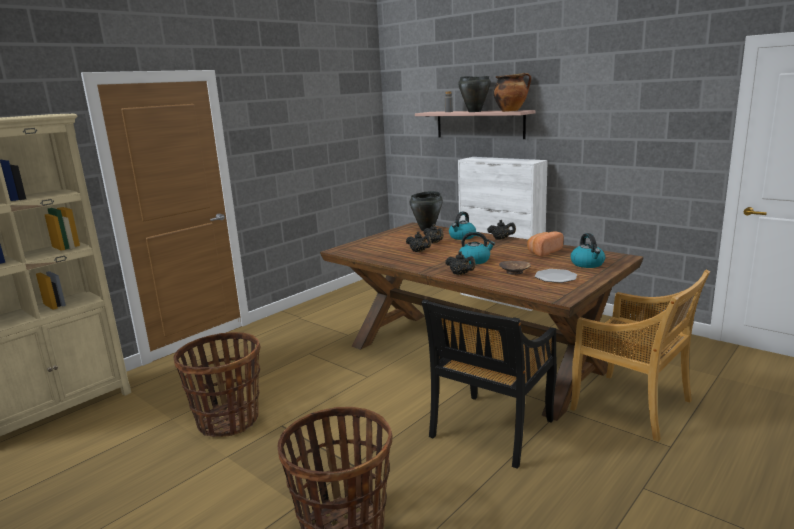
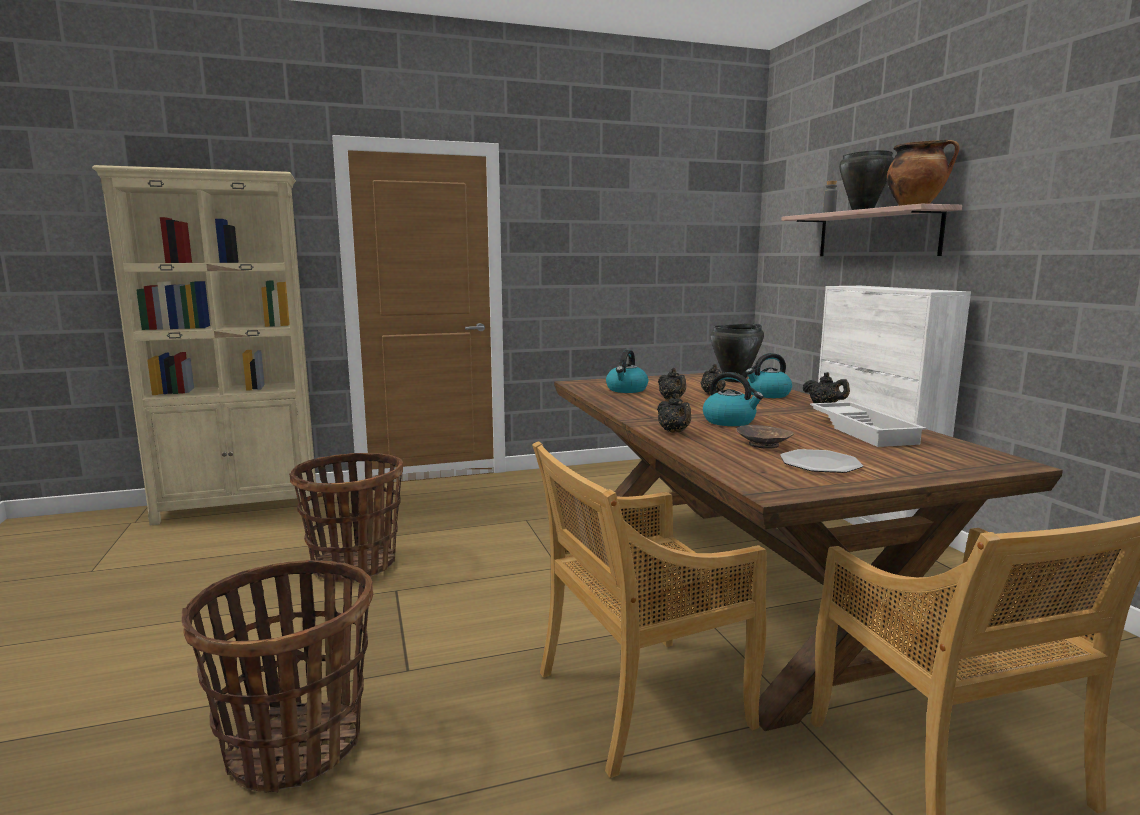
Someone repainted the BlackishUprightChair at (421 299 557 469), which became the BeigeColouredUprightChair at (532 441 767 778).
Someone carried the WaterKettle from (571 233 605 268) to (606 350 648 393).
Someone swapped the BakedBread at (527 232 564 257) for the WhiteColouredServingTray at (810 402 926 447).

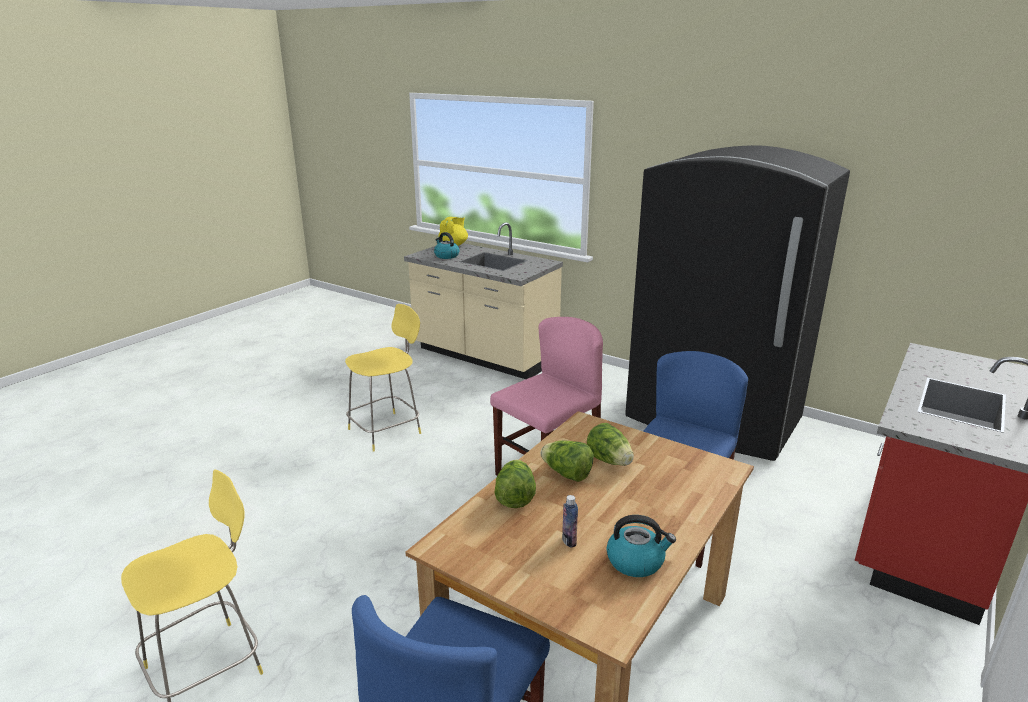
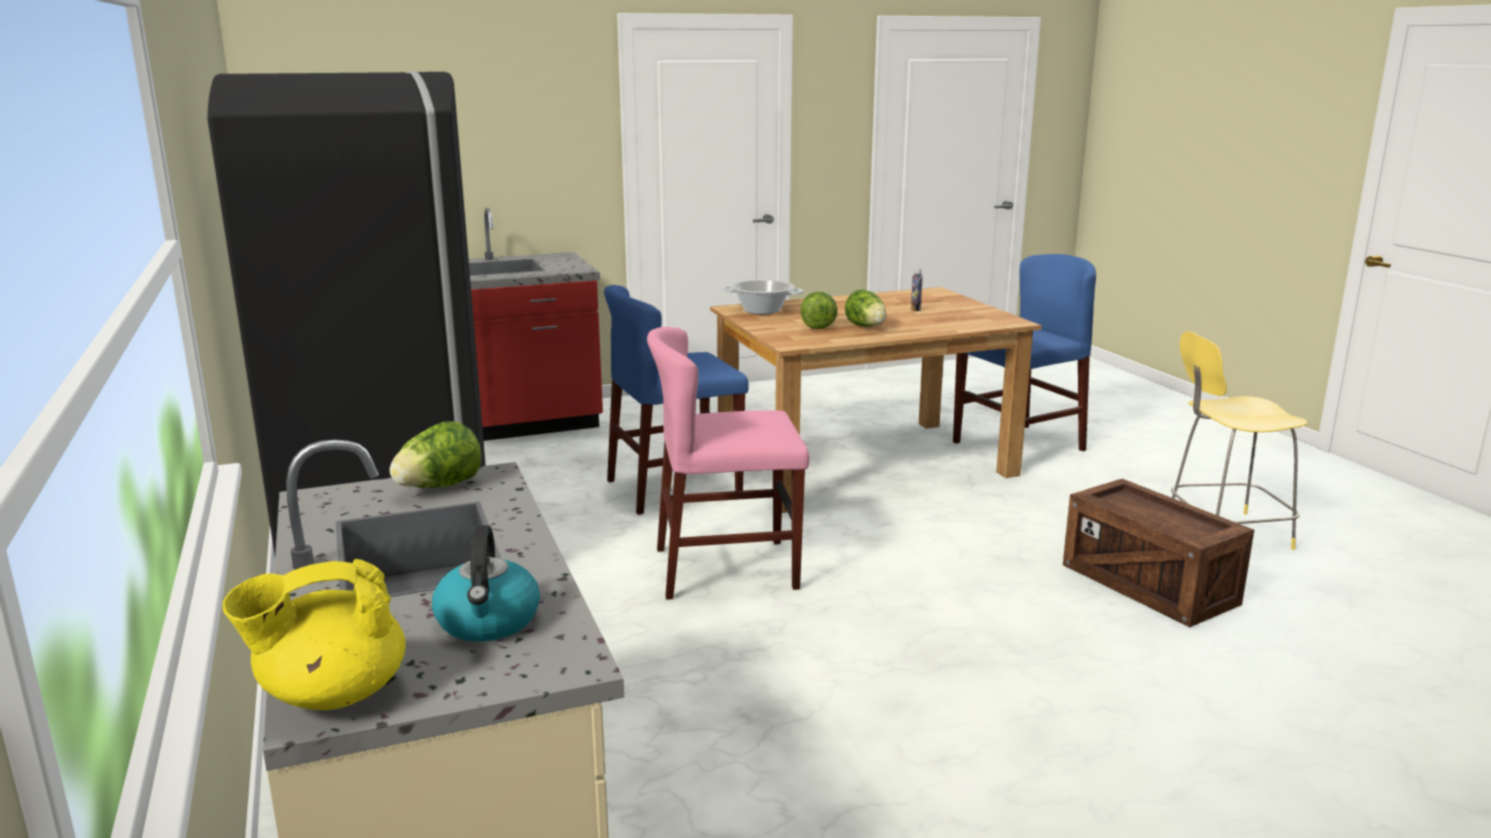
Someone carried the HeadOfLettuce from (494 459 536 508) to (390 421 482 488).
Someone put down the Saucepot at (721 279 804 315).
Someone put down the Crate at (1063 479 1254 627).
Someone took away the YellowColouredStool at (345 304 421 452).
Someone took away the WaterKettle at (607 515 676 577).

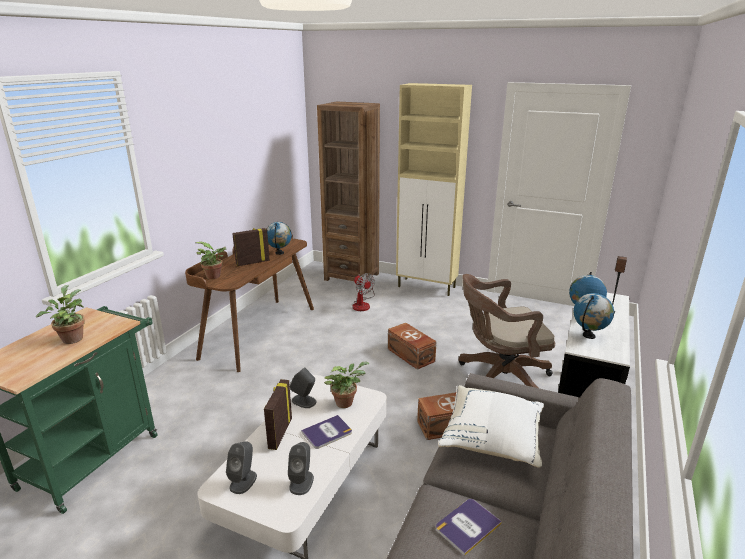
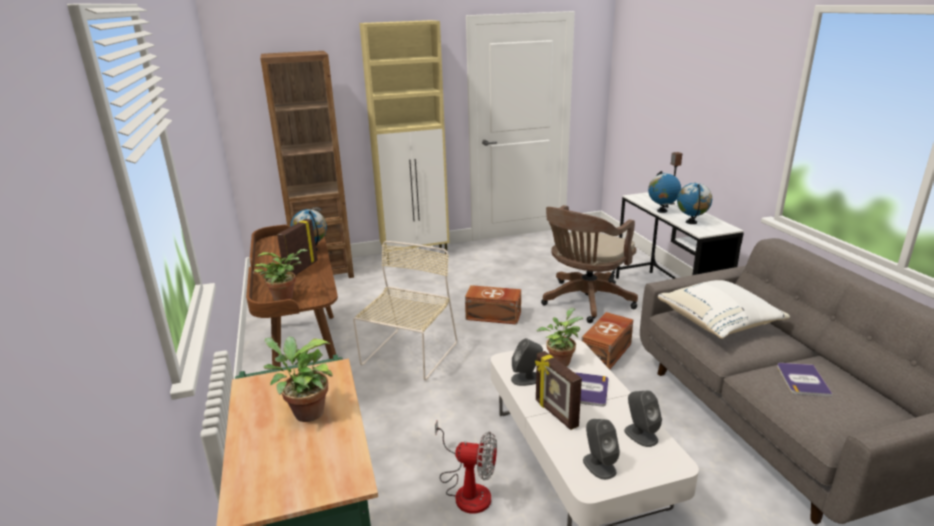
Someone put down the BeigeColouredUprightChair at (353 241 457 380).
Someone carried the Fan from (353 273 375 311) to (435 420 497 514).

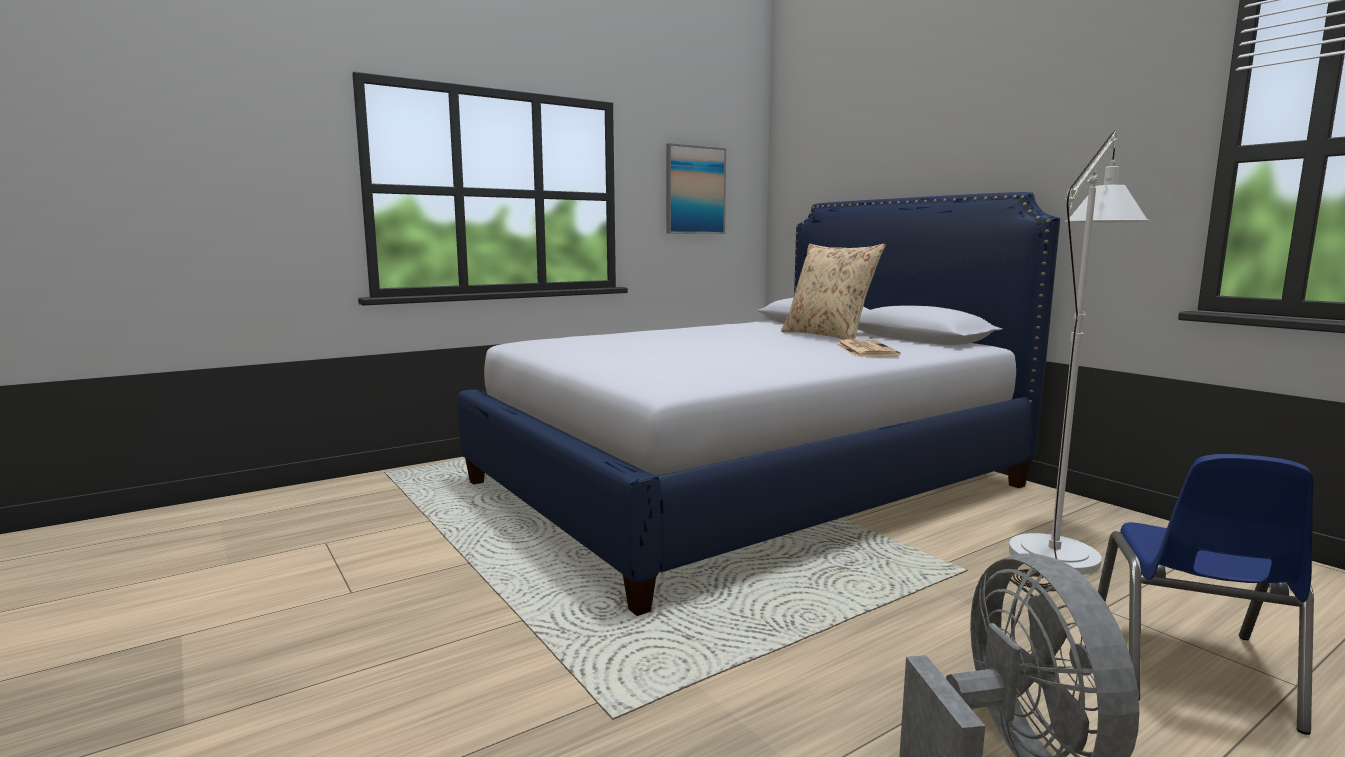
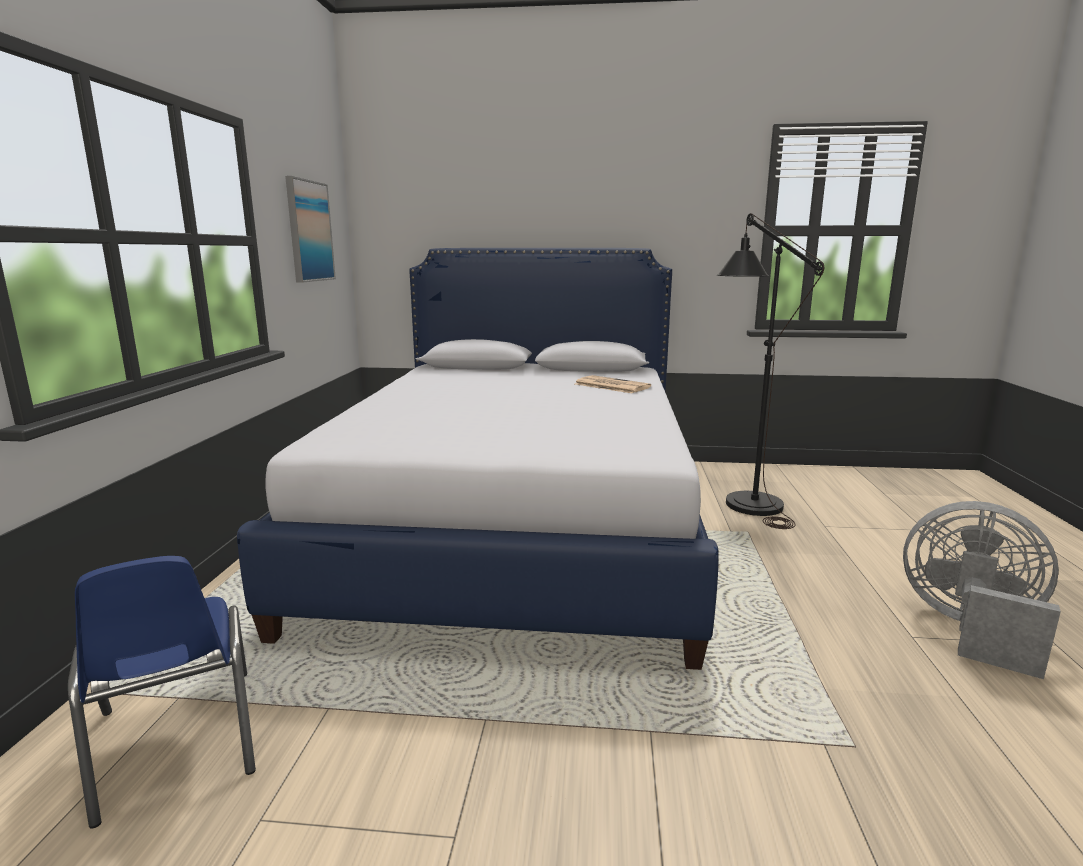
Someone carried the BluishUprightChair from (1098 454 1314 735) to (68 556 256 828).
Someone repainted the WhiteColouredFloorLamp at (1009 130 1150 591), which became the BlackishFloorLamp at (717 213 824 529).
Someone took away the BeigeColouredThrowPillow at (781 244 885 340).

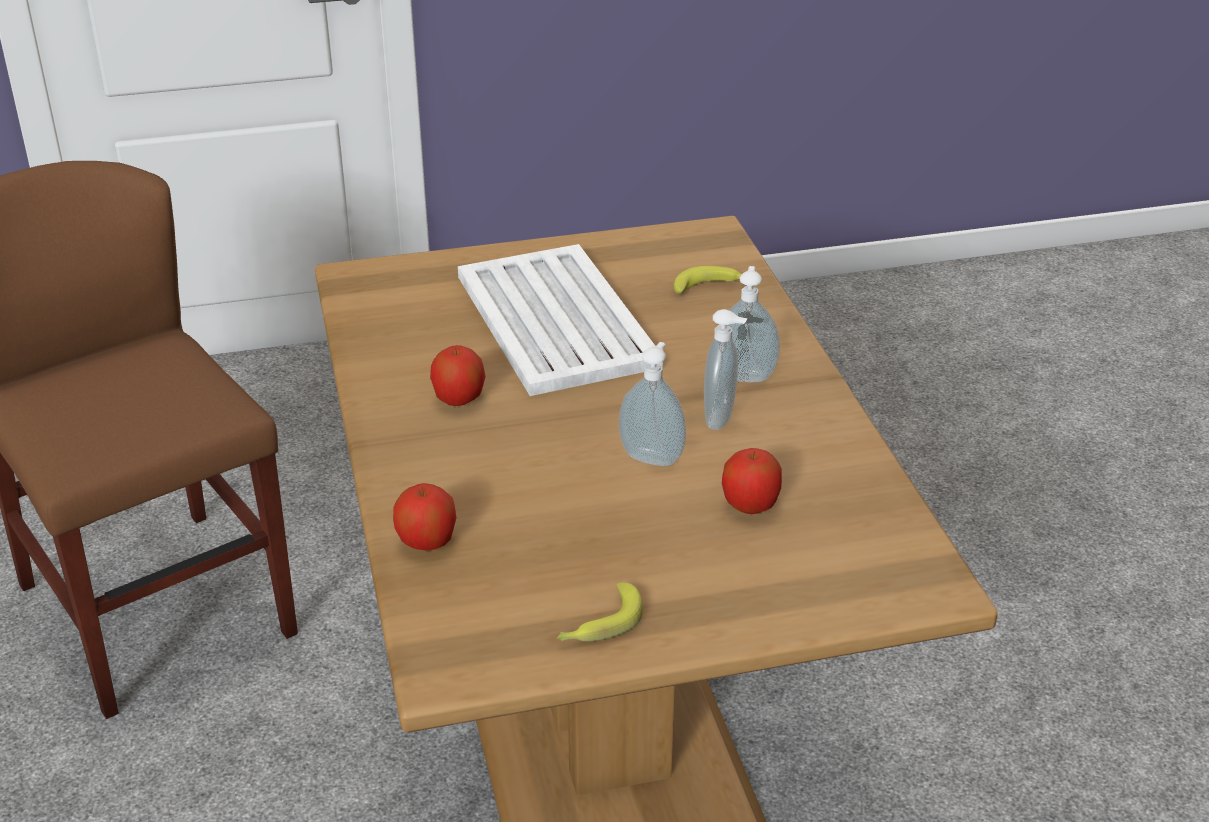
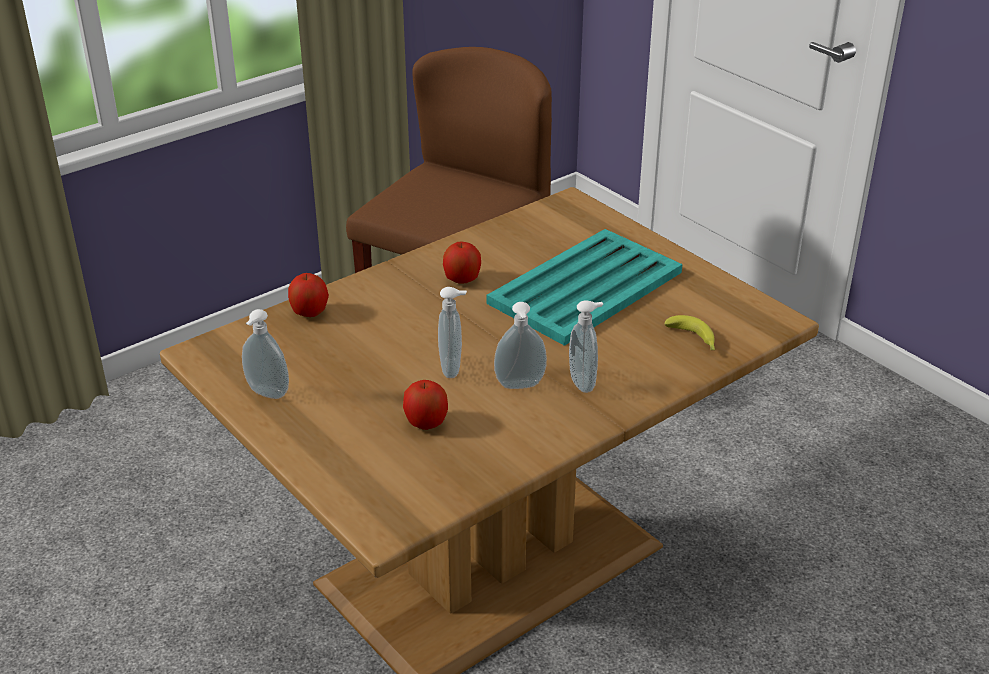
Someone swapped the WholeBanana at (557 582 643 641) for the SoapDispenser at (242 309 289 399).
Someone repainted the WhiteColouredServingTray at (458 244 663 396), which became the TurquoiseColouredServingTray at (486 229 682 346).

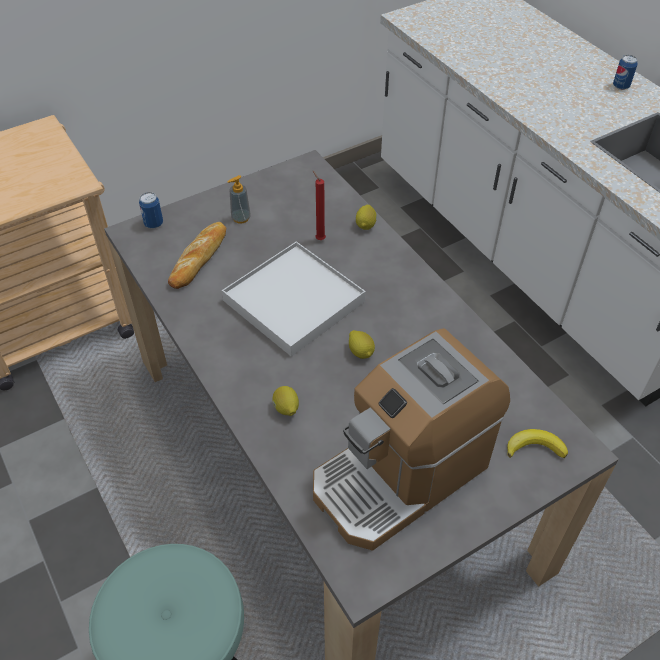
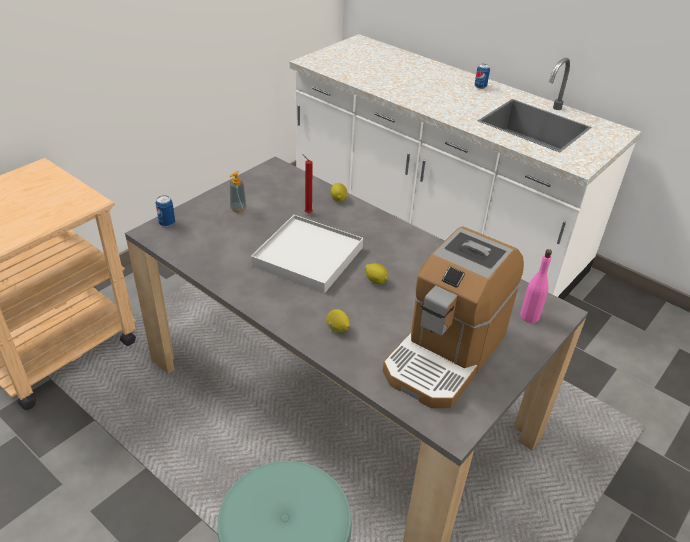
Someone swapped the WholeBanana at (507 429 568 458) for the PinkBeverageBottle at (520 249 552 323).
Someone took away the BakedBread at (168 222 226 289).

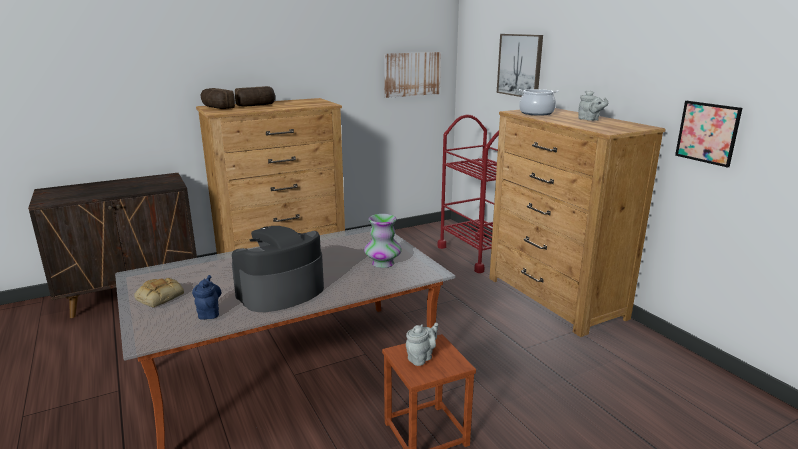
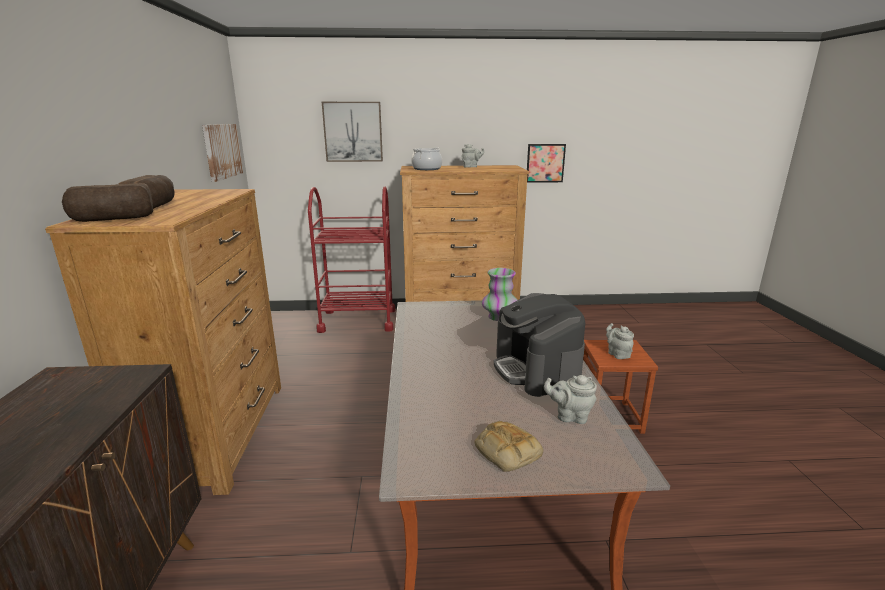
Someone repainted the BluishTeapot at (192 275 222 320), which became the GreyTeapot at (544 375 597 424).

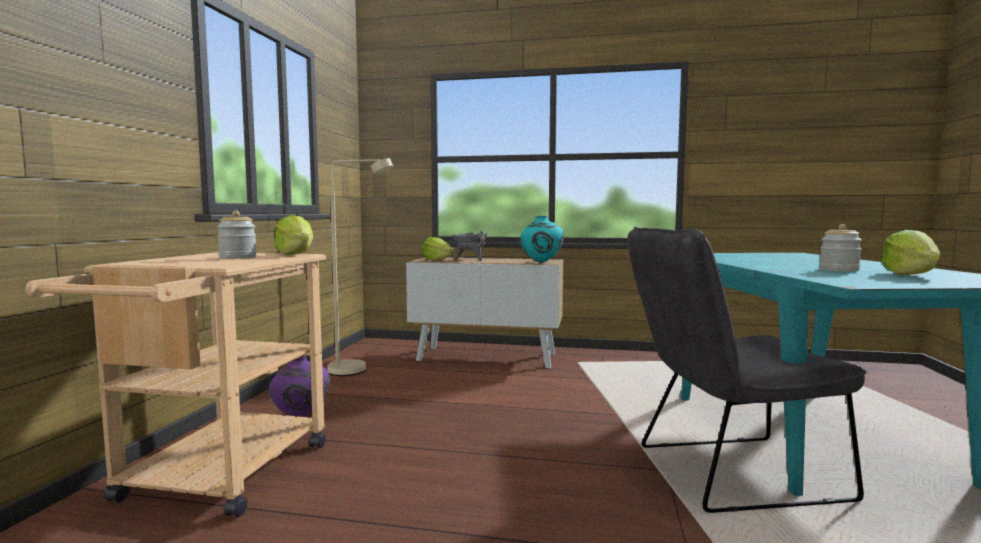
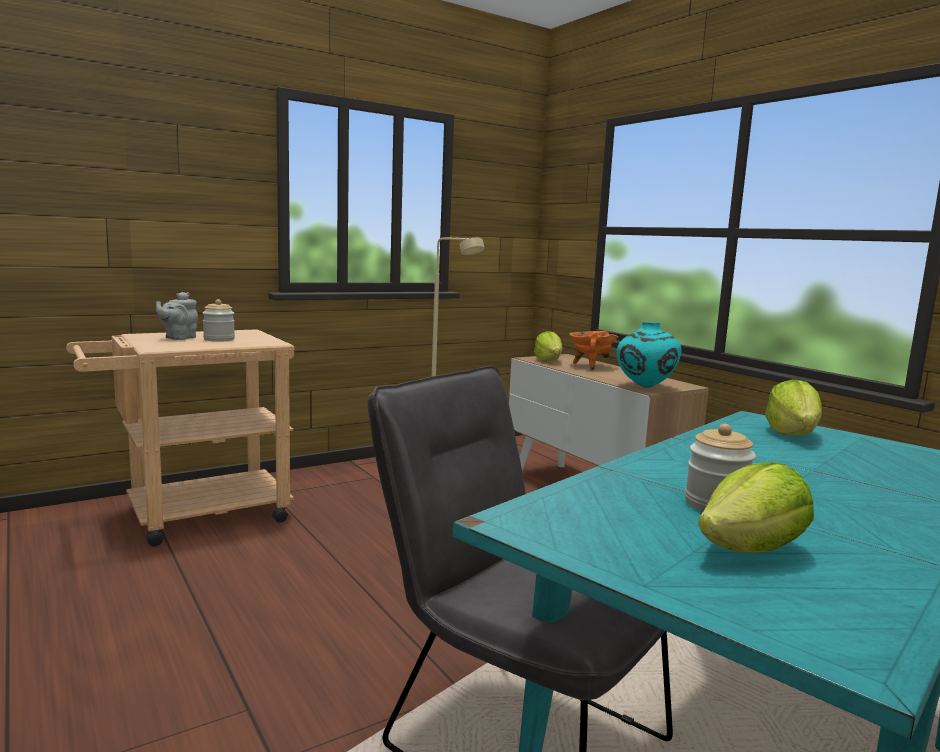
Someone put down the GreyTeapot at (156 292 198 340).
Someone repainted the GreySaucepot at (452 231 488 261), which became the OrangeColouredSaucepot at (569 331 618 370).
Someone carried the HeadOfLettuce from (274 215 313 255) to (765 379 822 435).
Someone took away the PurpleColouredVase at (269 355 330 417).

